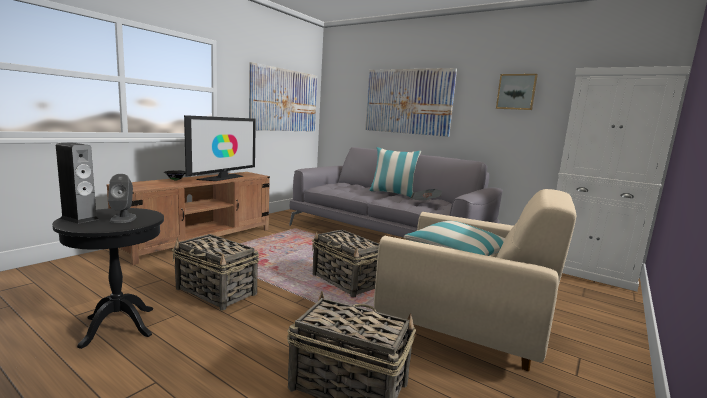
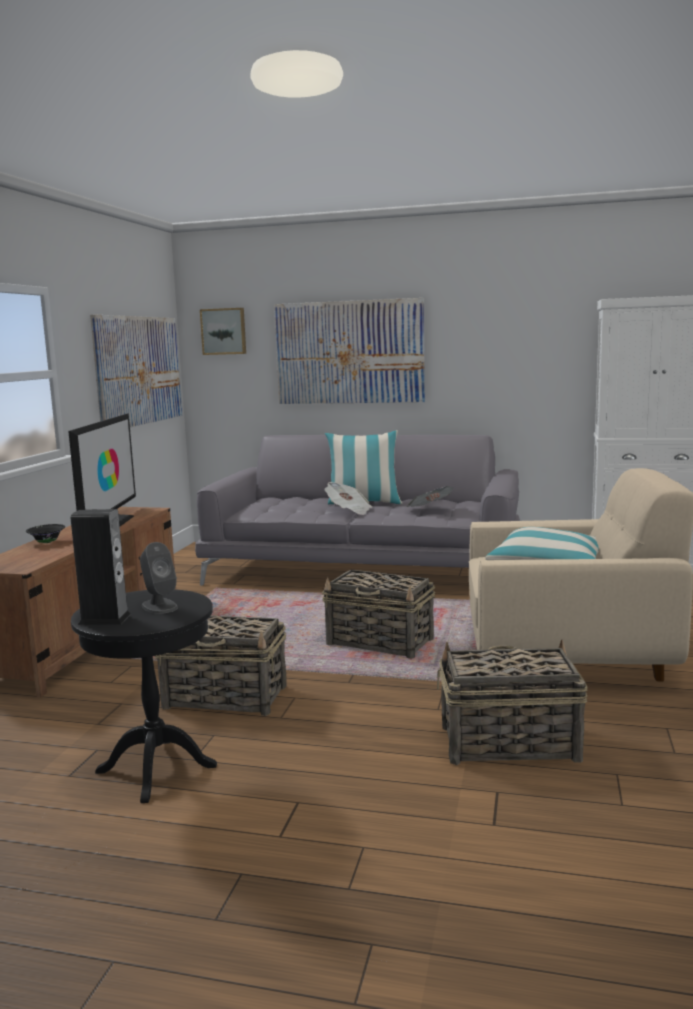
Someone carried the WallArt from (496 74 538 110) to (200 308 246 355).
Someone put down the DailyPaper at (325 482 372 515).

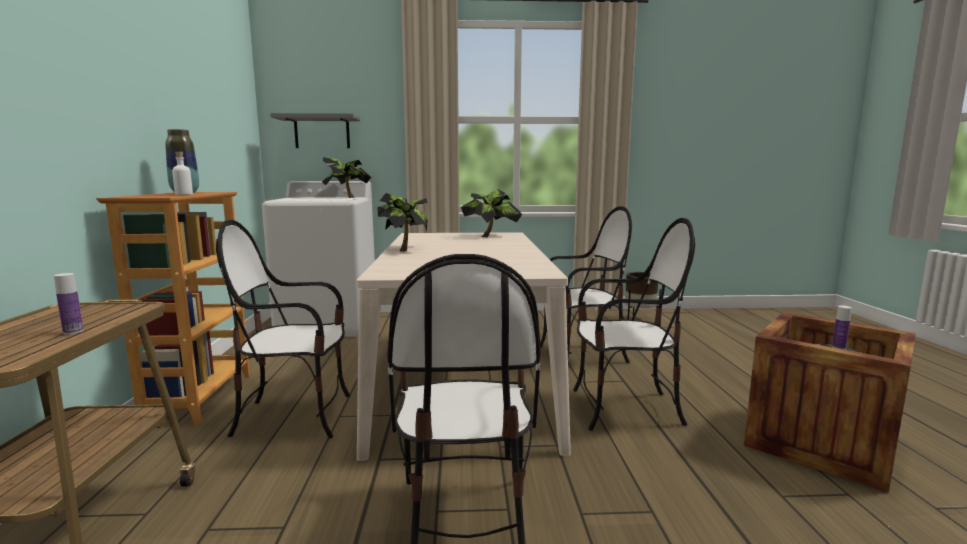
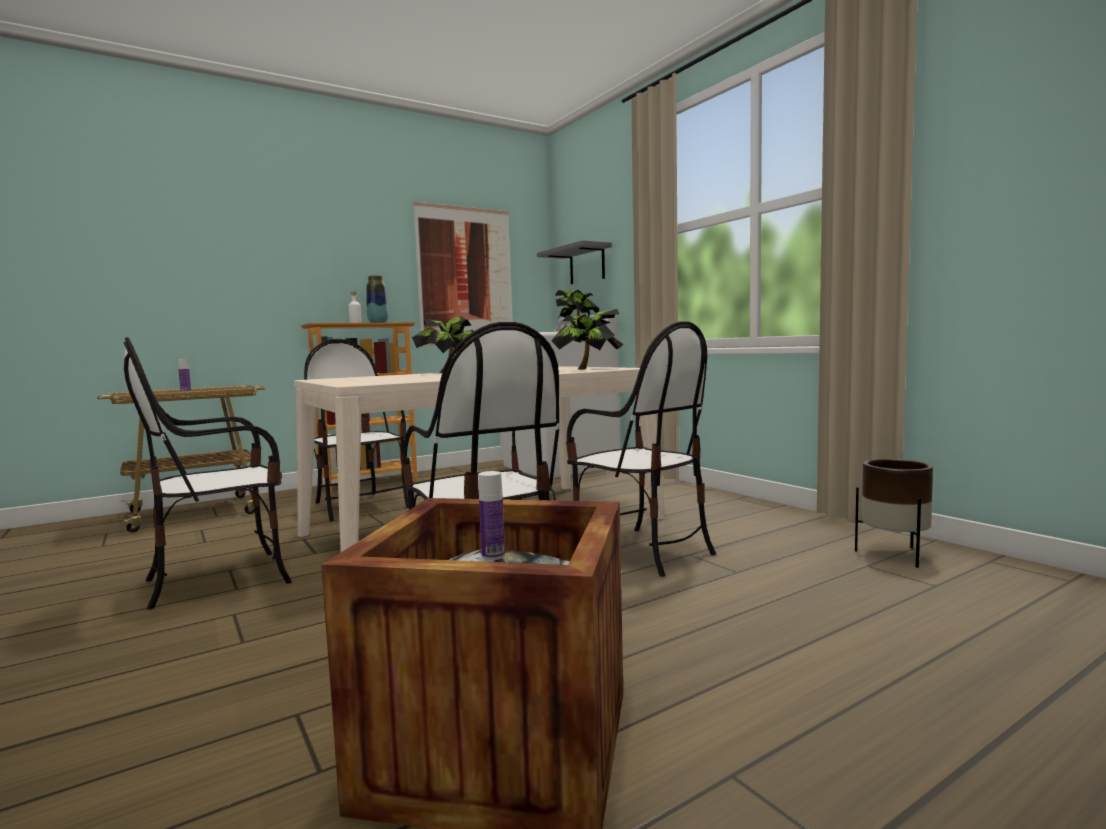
Someone put up the WallArt at (413 202 513 346).

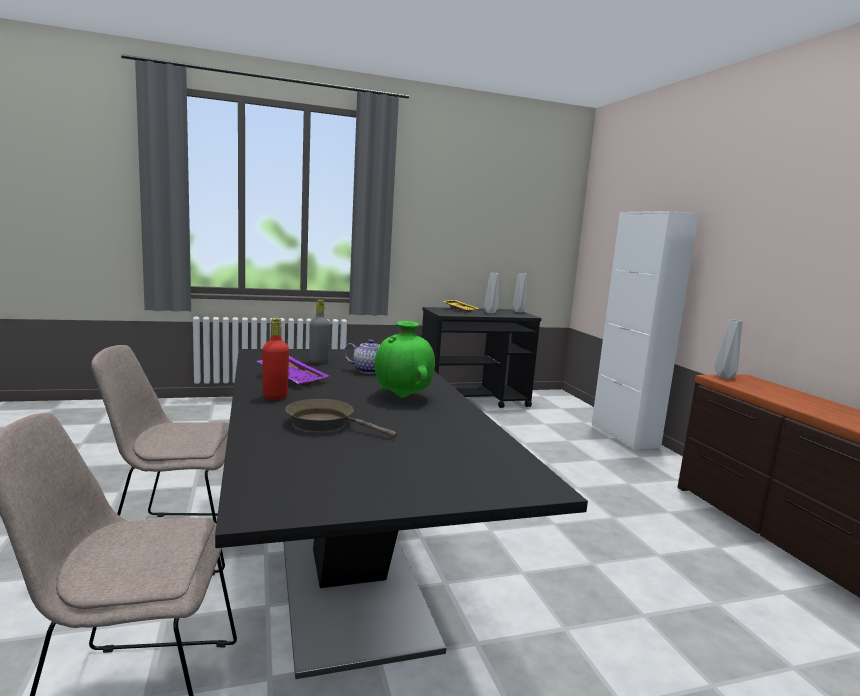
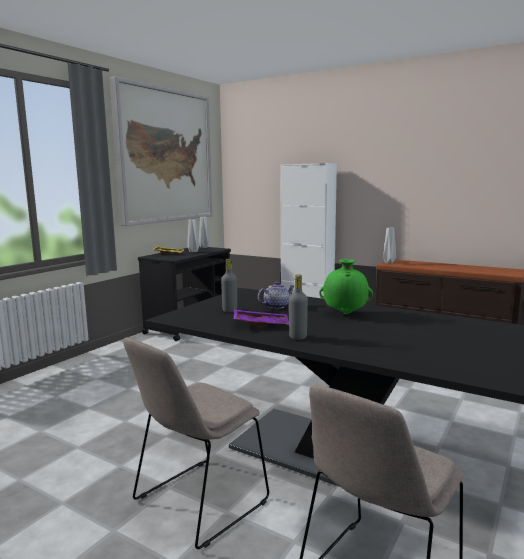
Someone put up the WallArt at (110 76 213 226).
Someone repainted the RedBeverageBottle at (262 318 289 399), which became the GreyBeverageBottle at (289 275 308 340).
Someone took away the BrownColouredFryingPan at (285 399 397 437).

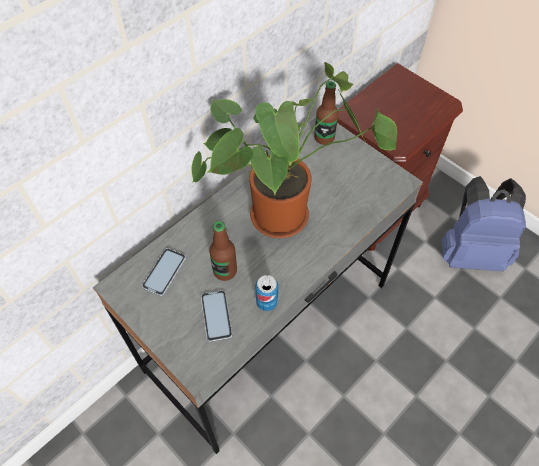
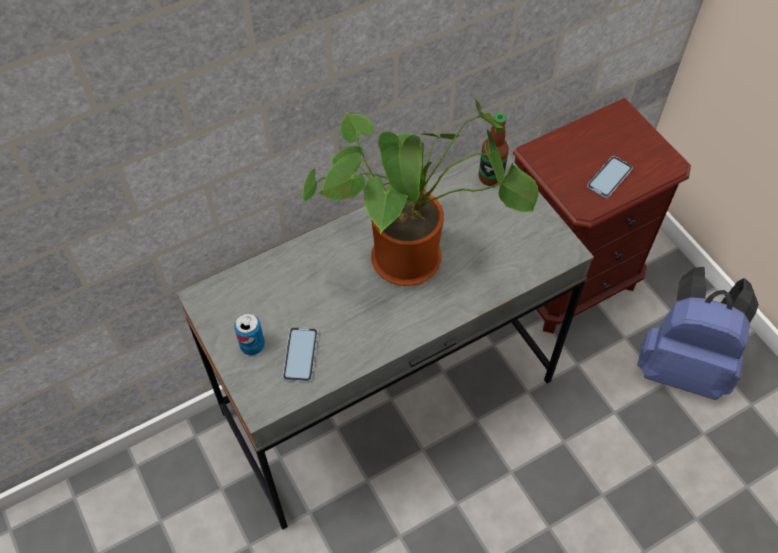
Someone carried the SealedCan from (255 275 278 311) to (234 313 265 355).
Someone carried the Phone from (142 248 186 296) to (587 156 633 198).
Someone took away the BeverageBottle at (209 221 237 281).

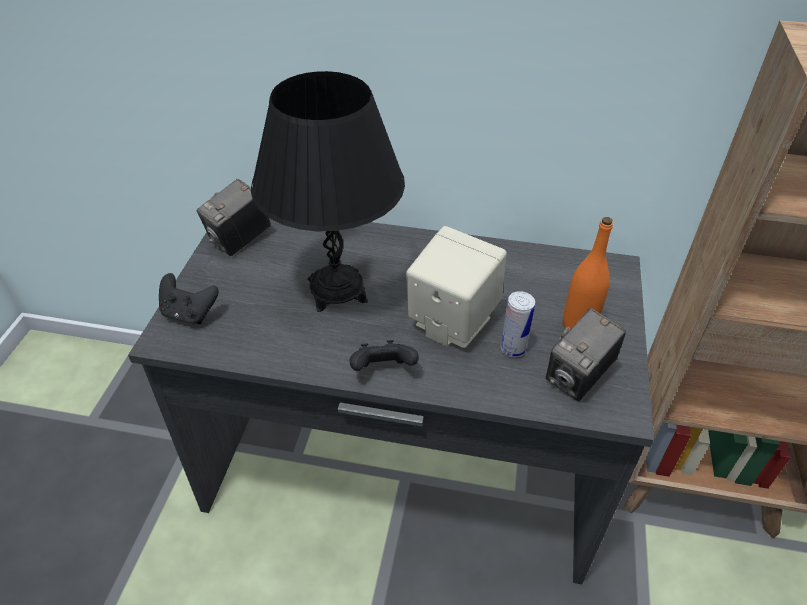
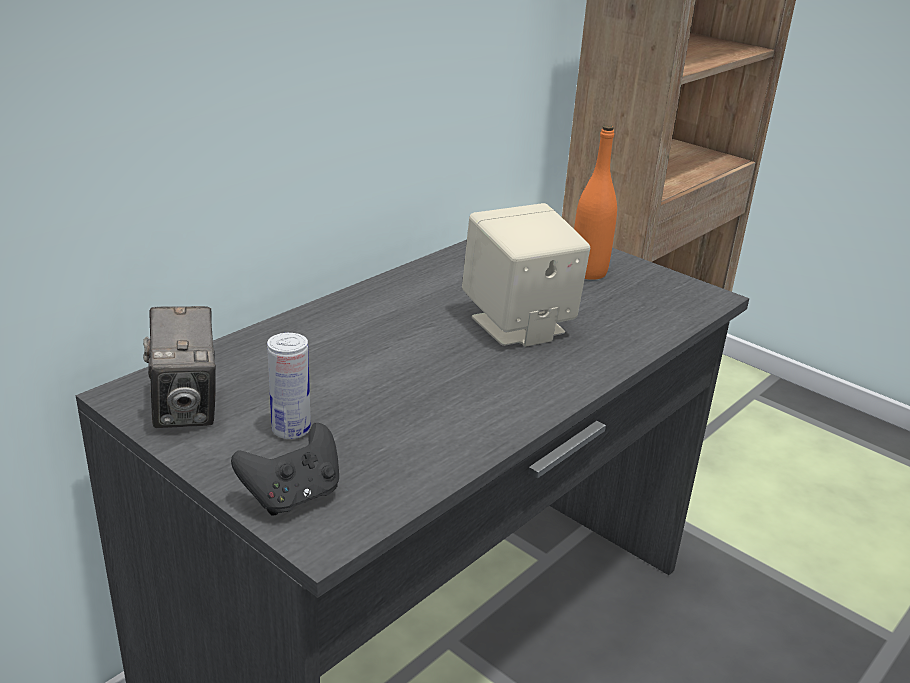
Someone carried the SealedCan from (500 291 535 357) to (267 333 311 439).
Someone took away the BlackishTableLamp at (251 71 405 312).
Someone took away the BlackishJoypad at (350 340 419 371).
Someone took away the StillCamera at (546 308 626 401).

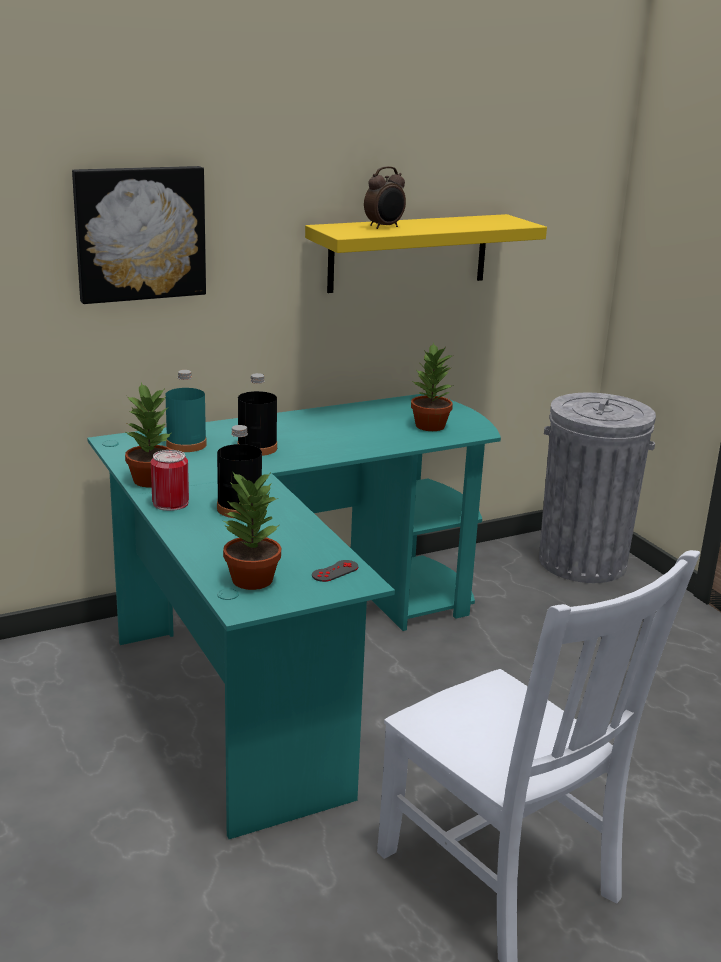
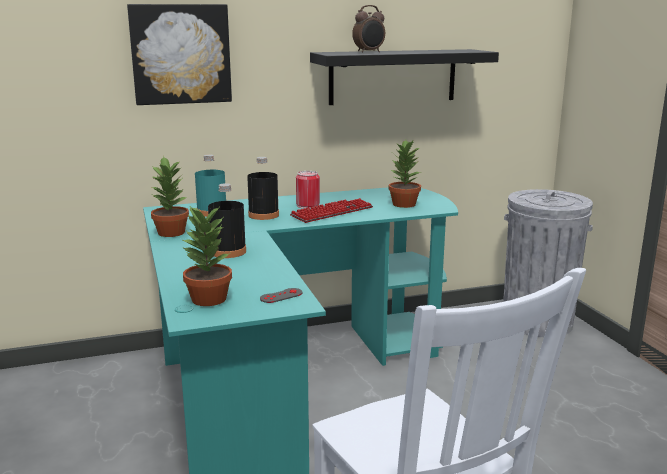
Someone put down the Keyboard at (290 198 373 223).
Someone carried the SealedCan from (151 450 189 511) to (296 171 320 209).
Someone repainted the YellowColouredShelf at (305 214 547 293), which became the BlackishShelf at (310 49 499 105).

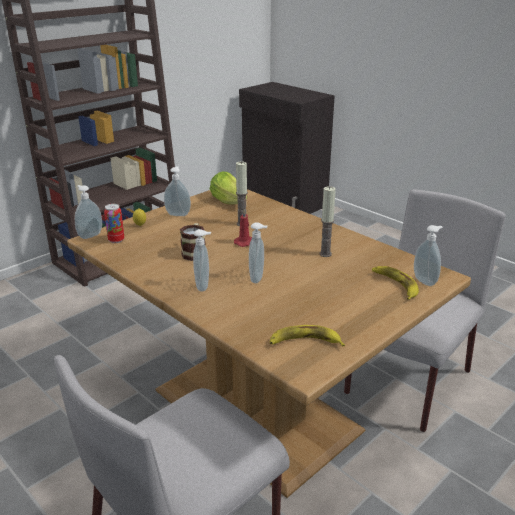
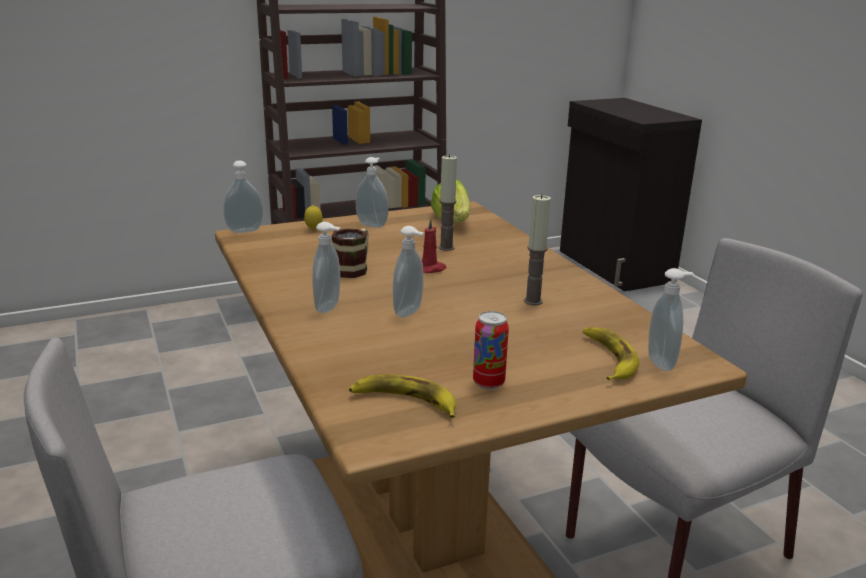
Someone carried the SealedCan from (104 204 124 243) to (473 311 509 389).

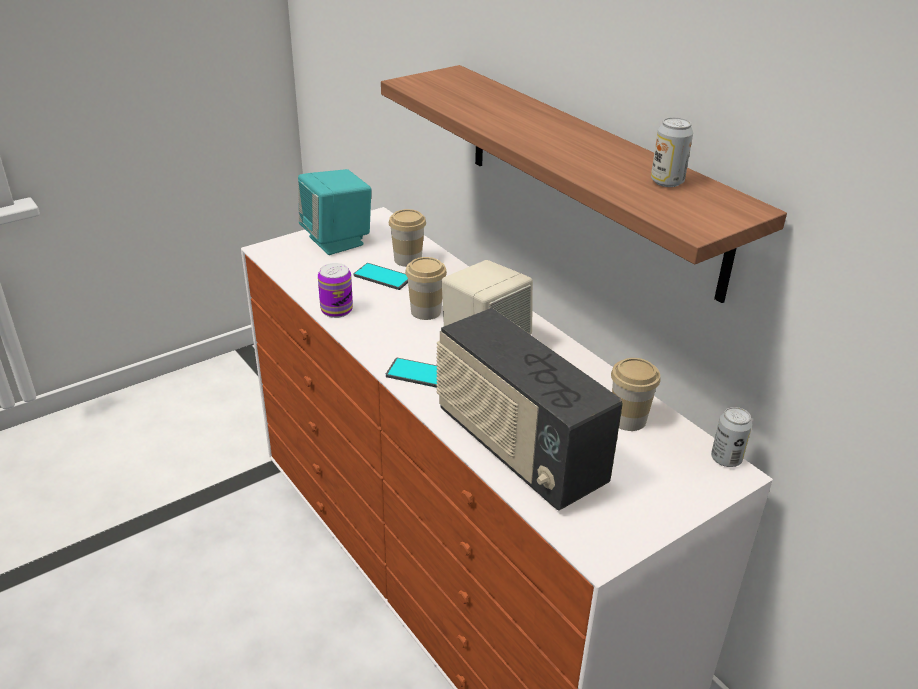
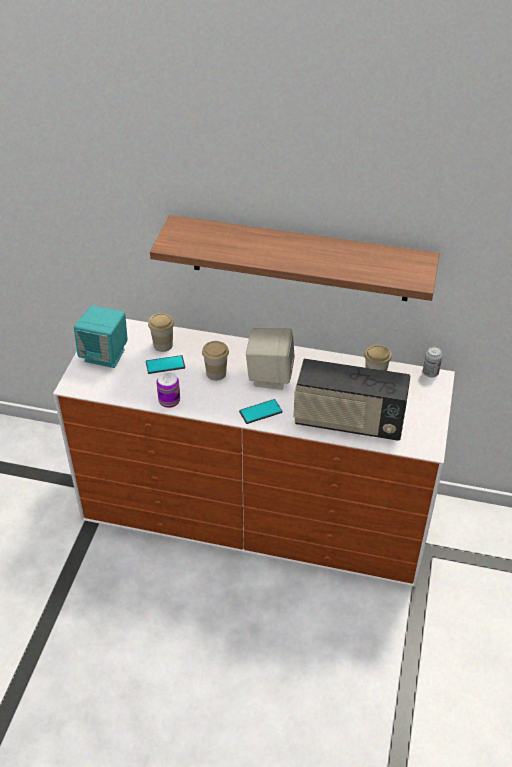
Someone took away the SealedCan at (651 117 693 187).

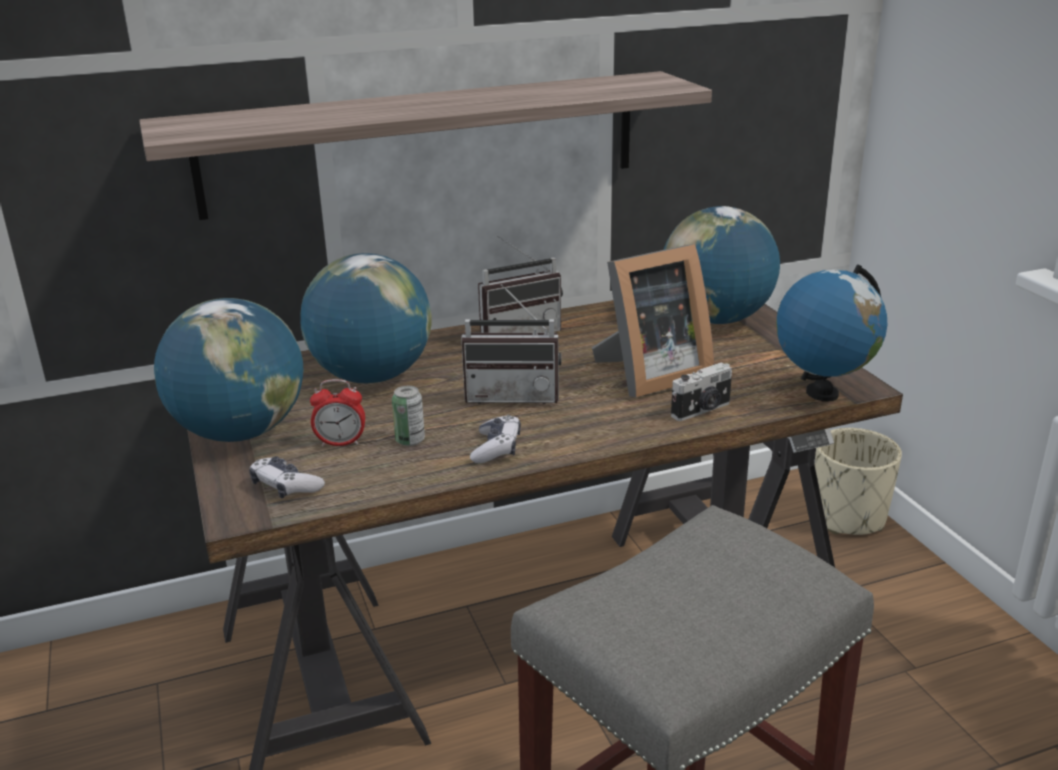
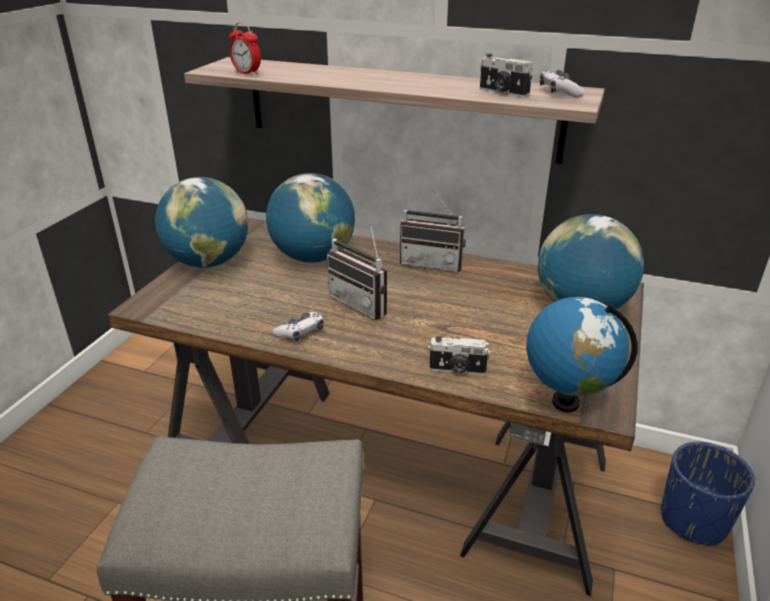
Someone carried the BedsideClock from (310 379 365 447) to (229 22 261 76).
Someone put down the StillCamera at (480 53 533 98).
Someone carried the Joypad from (249 456 325 499) to (540 70 585 98).
Someone repainted the BeigeColouredFlowerPot at (815 428 902 535), which became the BluishFlowerPot at (661 442 755 546).
Someone took away the SealedCan at (392 386 425 446).
Someone took away the PhotoFrame at (592 244 714 397).

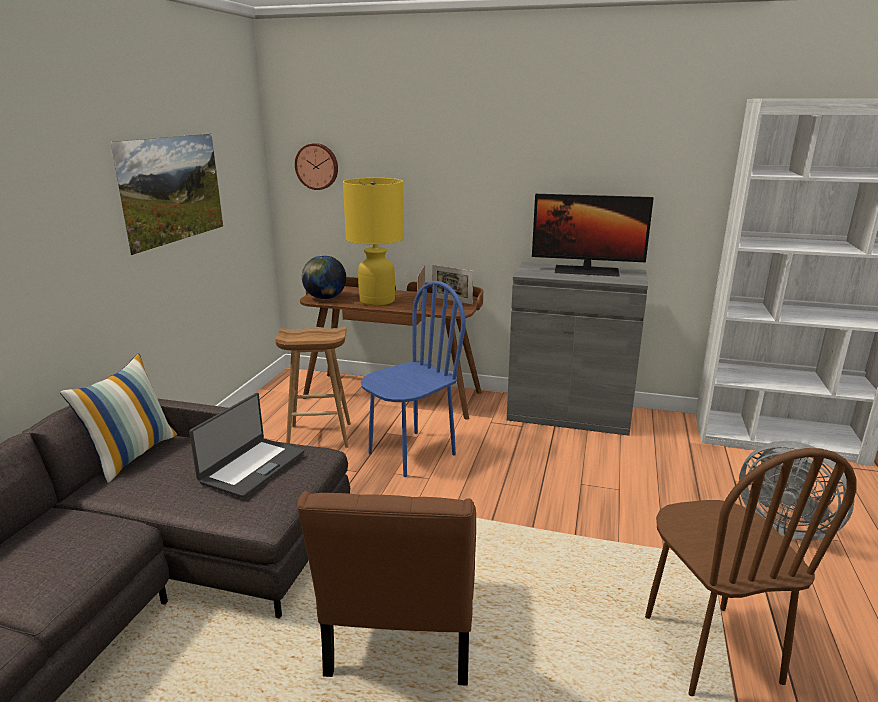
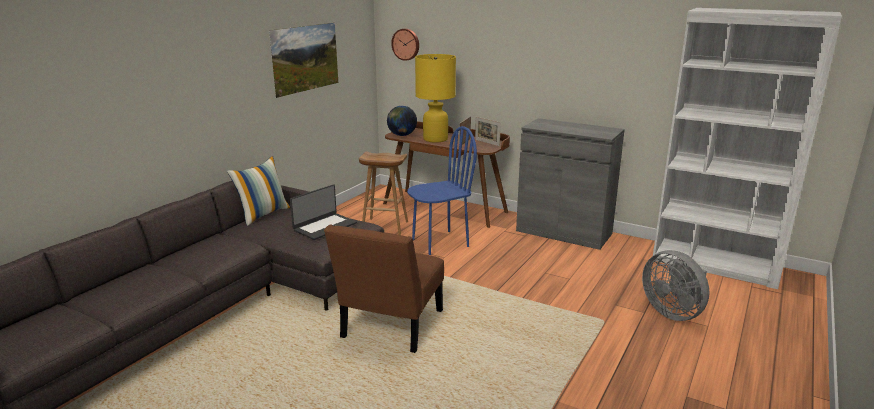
Someone took away the ComputerDisplay at (532 194 654 276).
Someone took away the BrownColouredUprightChair at (645 448 857 696).

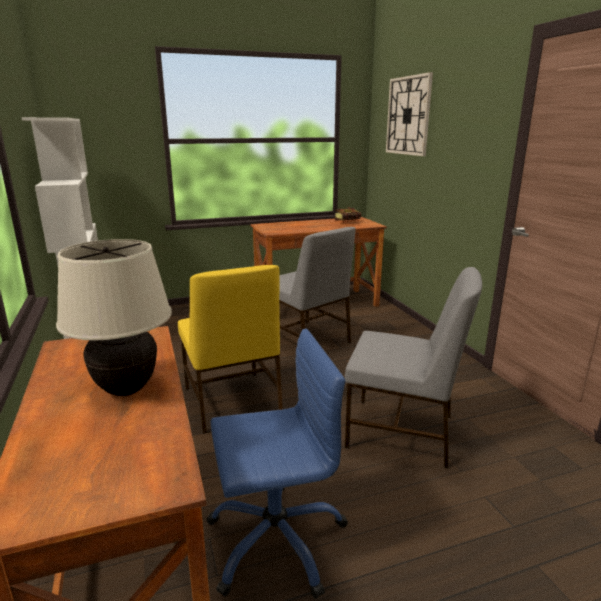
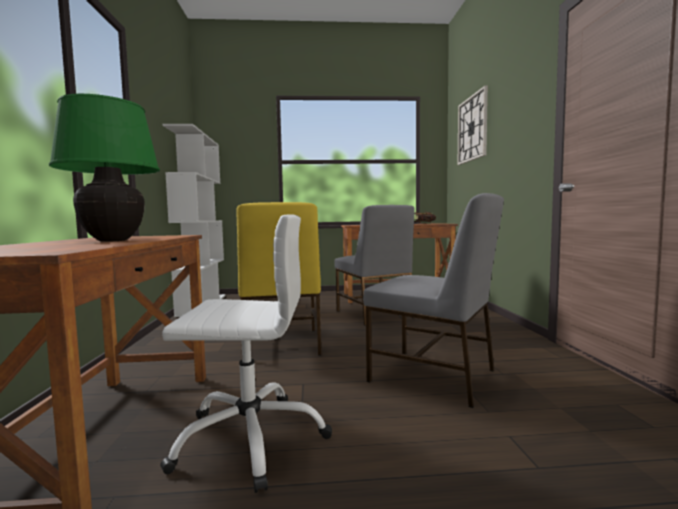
Someone repainted the BeigeColouredTableLamp at (56 239 172 396), which became the GreenTableLamp at (49 94 160 242).
Someone repainted the BluishComputerChair at (206 328 348 599), which became the WhiteColouredComputerChair at (160 214 332 493).

